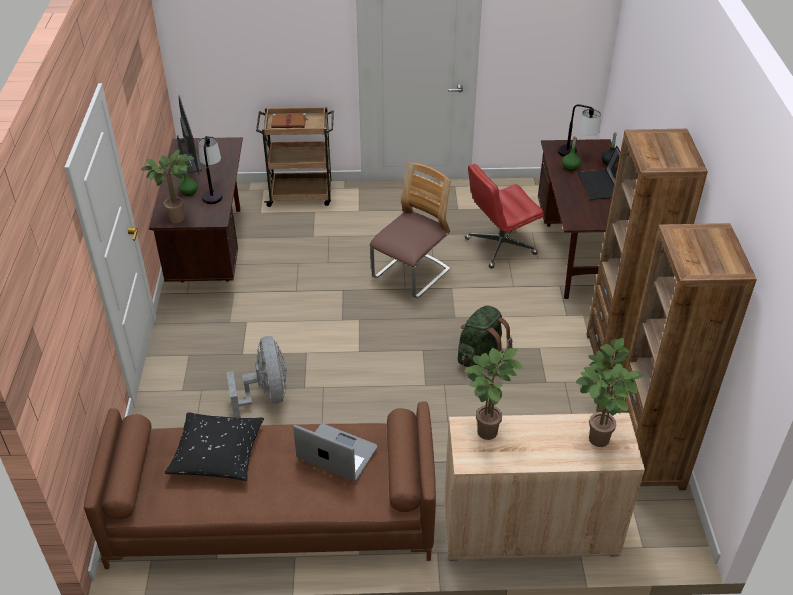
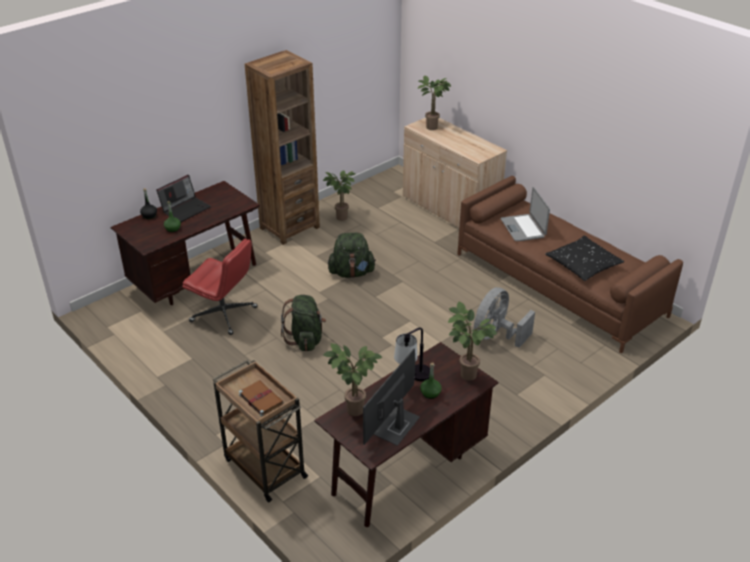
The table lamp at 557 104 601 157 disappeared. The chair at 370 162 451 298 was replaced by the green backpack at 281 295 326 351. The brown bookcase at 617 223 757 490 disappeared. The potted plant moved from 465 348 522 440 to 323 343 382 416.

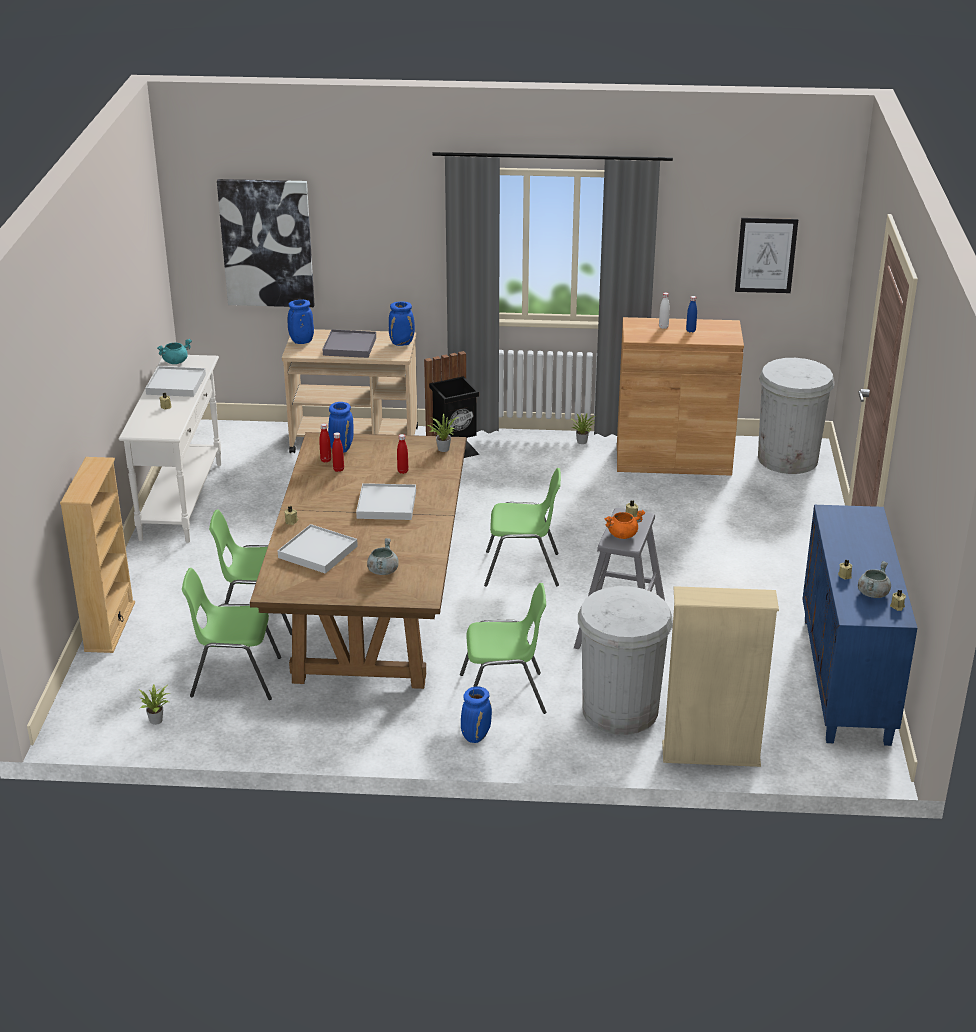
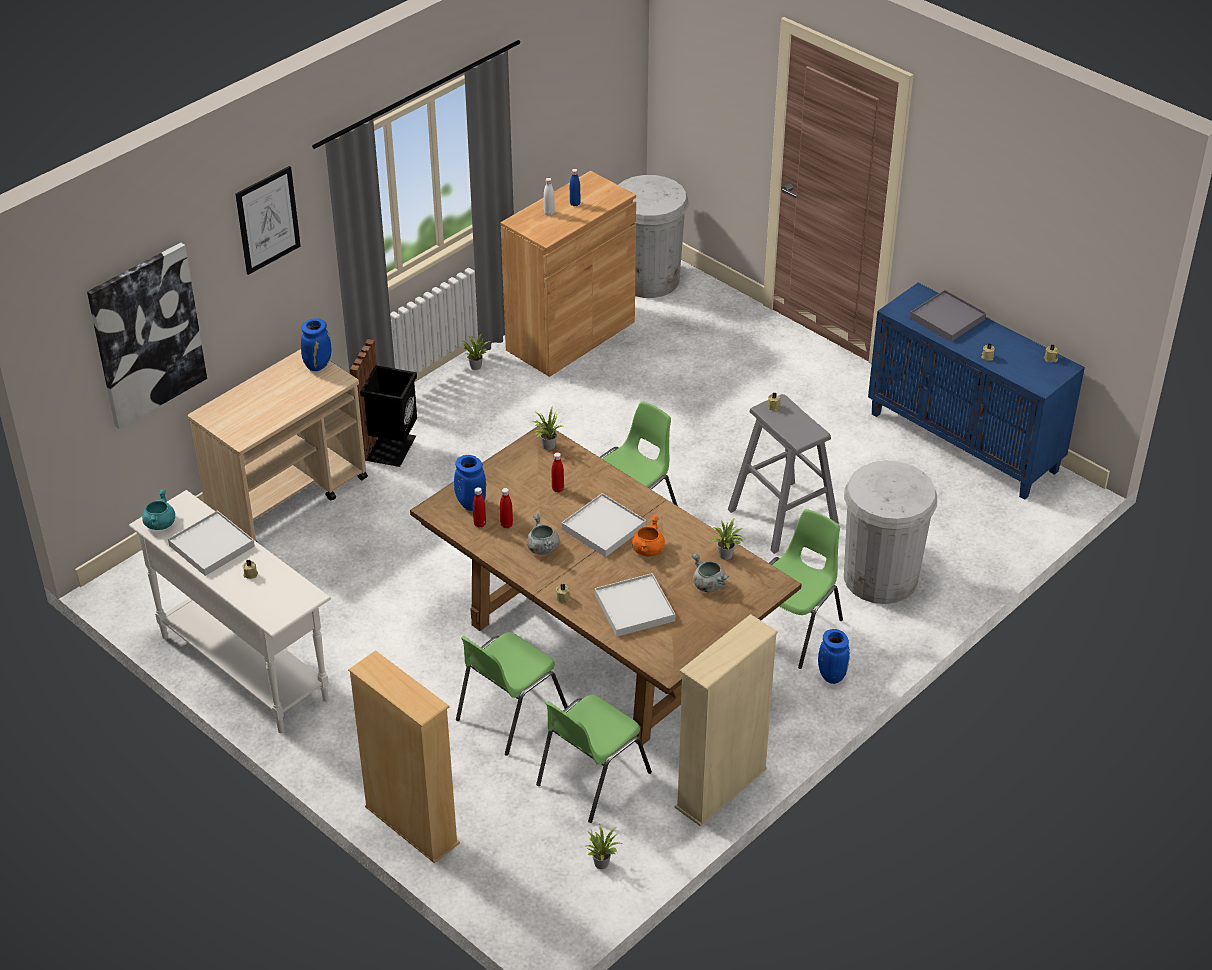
The picture moved from 735 218 798 293 to 235 166 301 275. The blue vase at 288 300 314 344 disappeared. The grey tray moved from 323 329 376 358 to 910 290 986 342. The orange cooking pot moved from 604 510 645 539 to 632 516 665 556. The grey cooking pot moved from 858 561 891 598 to 527 514 560 555. The beige bookcase moved from 662 586 779 767 to 675 614 778 826. The potted plant at 709 518 743 560 appeared.

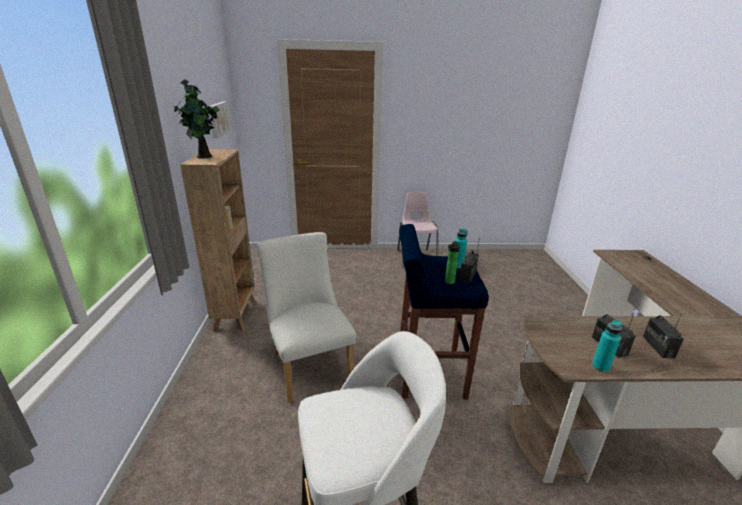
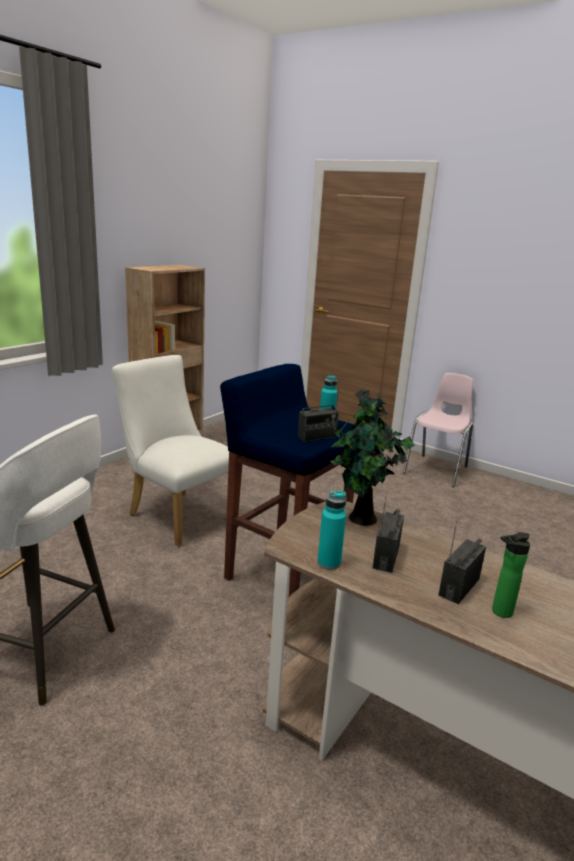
The potted plant moved from 173 79 220 159 to 330 388 415 526. The picture at 209 102 231 138 disappeared. The white chair at 257 232 356 403 turned 60 degrees counterclockwise. The bottle moved from 445 241 459 284 to 492 532 530 618.

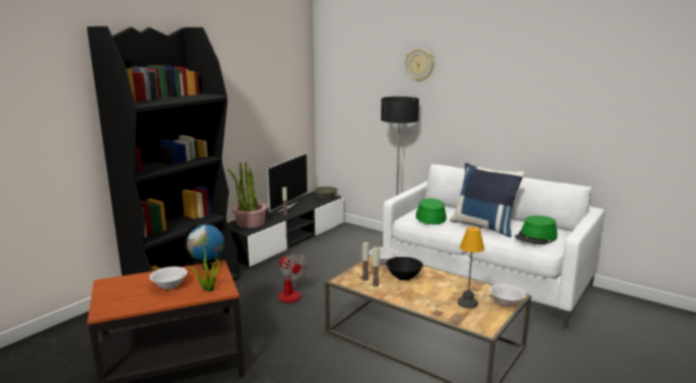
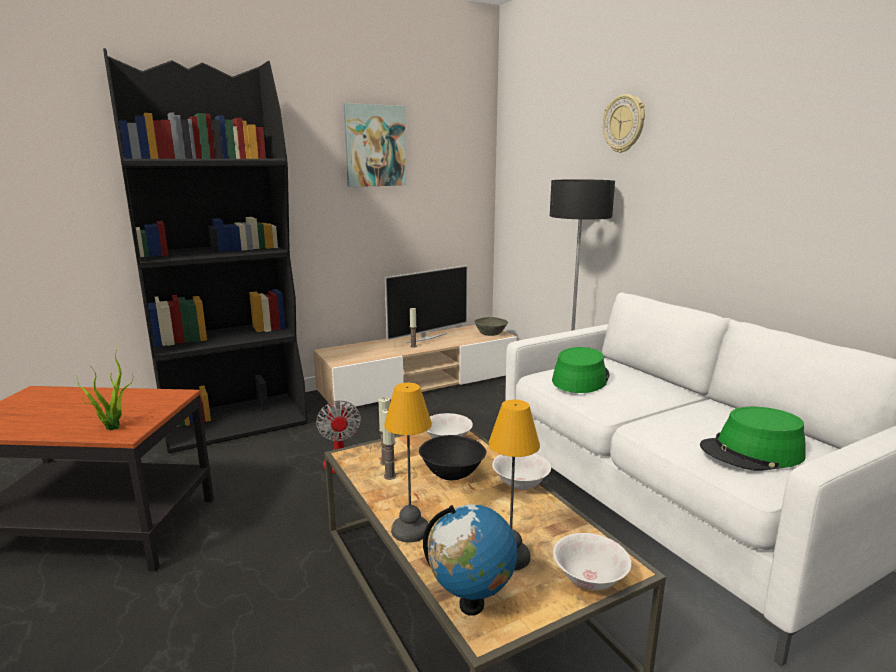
The potted plant at 228 162 267 228 disappeared. The blue pillow at 450 163 525 237 disappeared. The black tv stand at 227 191 344 268 became the beige tv stand at 314 325 517 408. The globe moved from 184 225 224 270 to 423 504 517 616. The white bowl moved from 149 267 187 289 to 492 454 551 490. The picture at 344 103 406 187 appeared. The table lamp at 384 383 432 543 appeared.

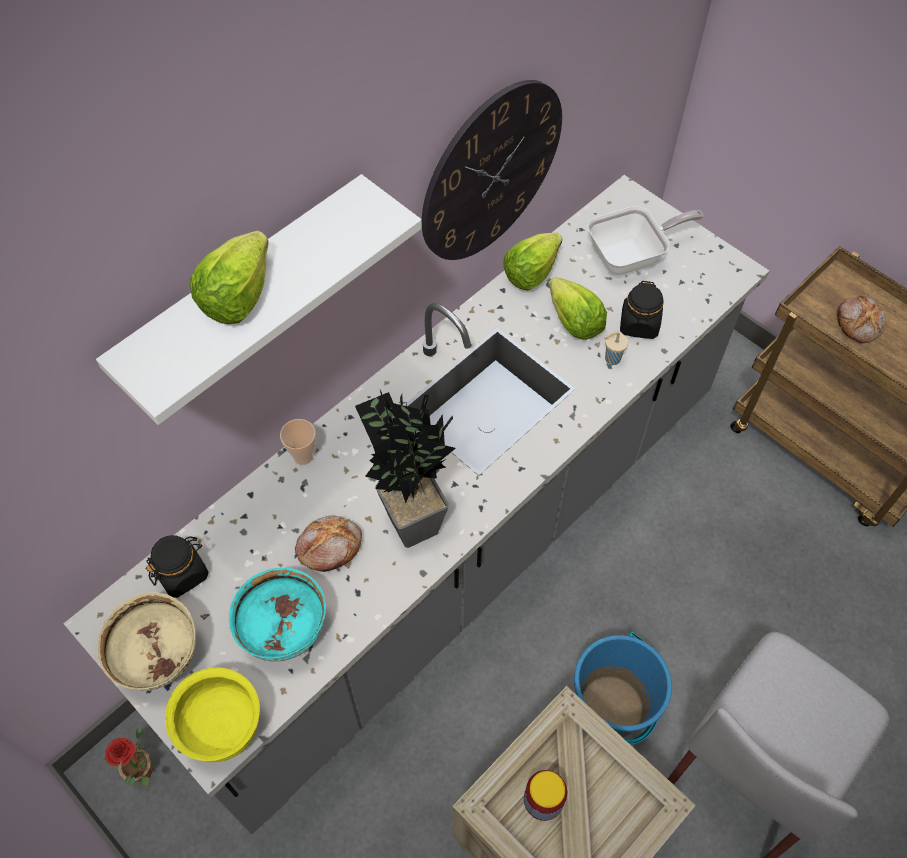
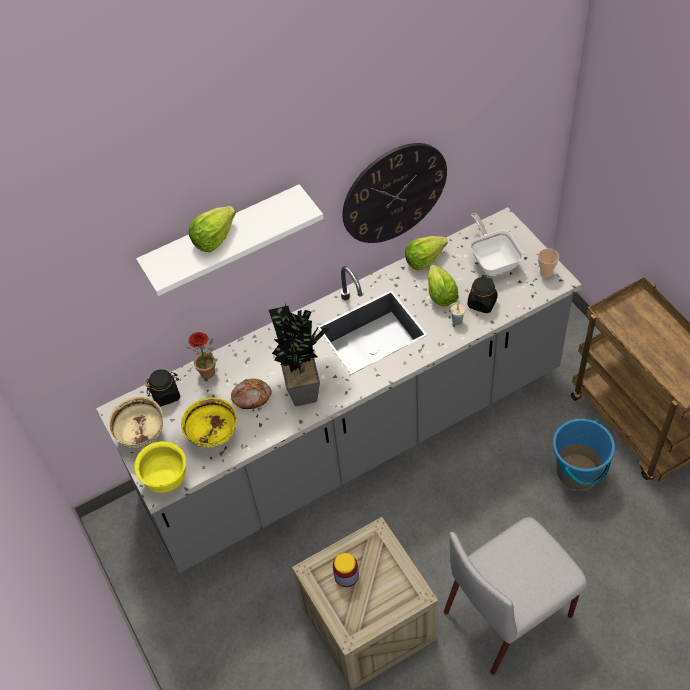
The frying pan at 587 206 704 275 turned 105 degrees counterclockwise. The bread at 837 296 886 343 disappeared. The cup moved from 280 419 316 465 to 538 249 559 278. The turquoise bowl at 229 568 326 662 became the yellow bowl at 181 398 237 448. The blue bucket moved from 574 632 672 744 to 553 419 615 490. The potted plant moved from 102 727 152 786 to 186 332 216 379.

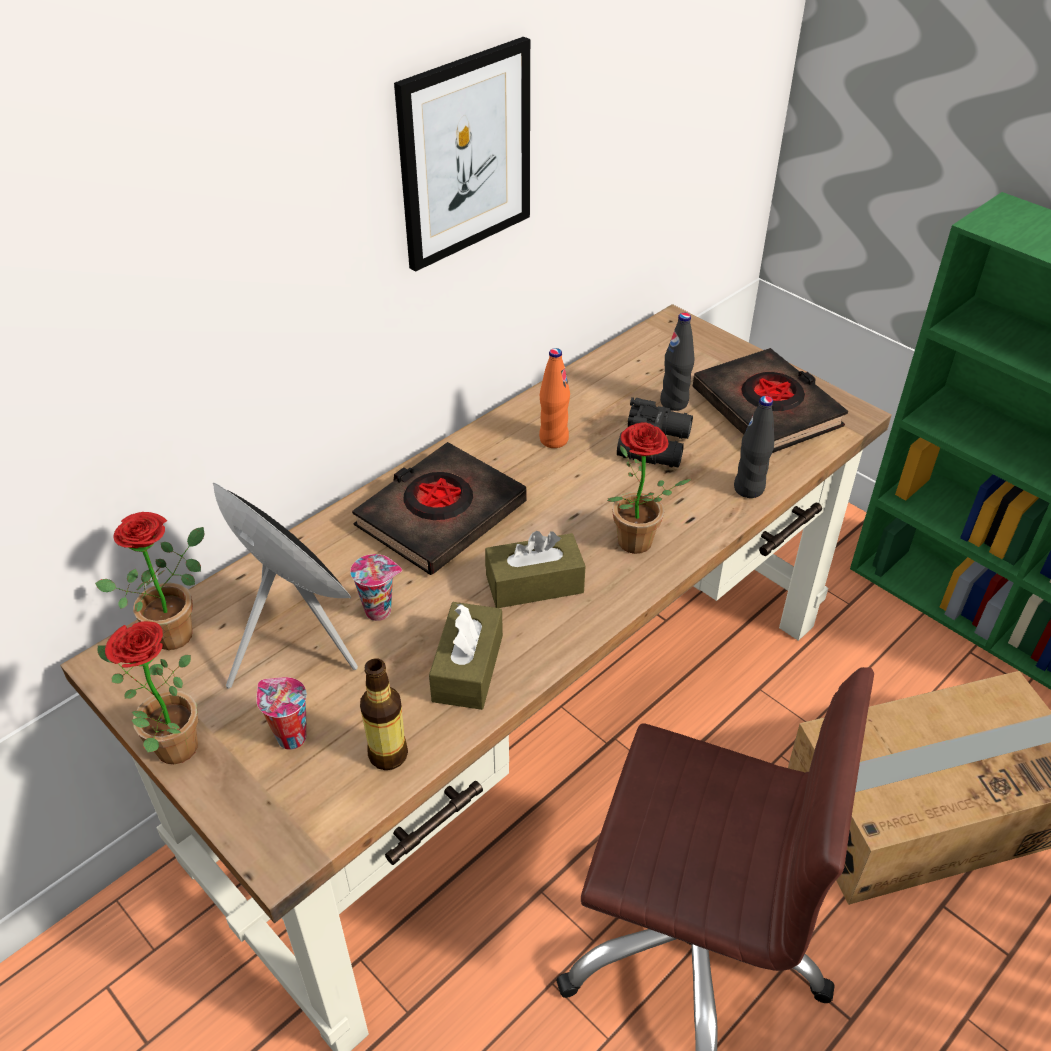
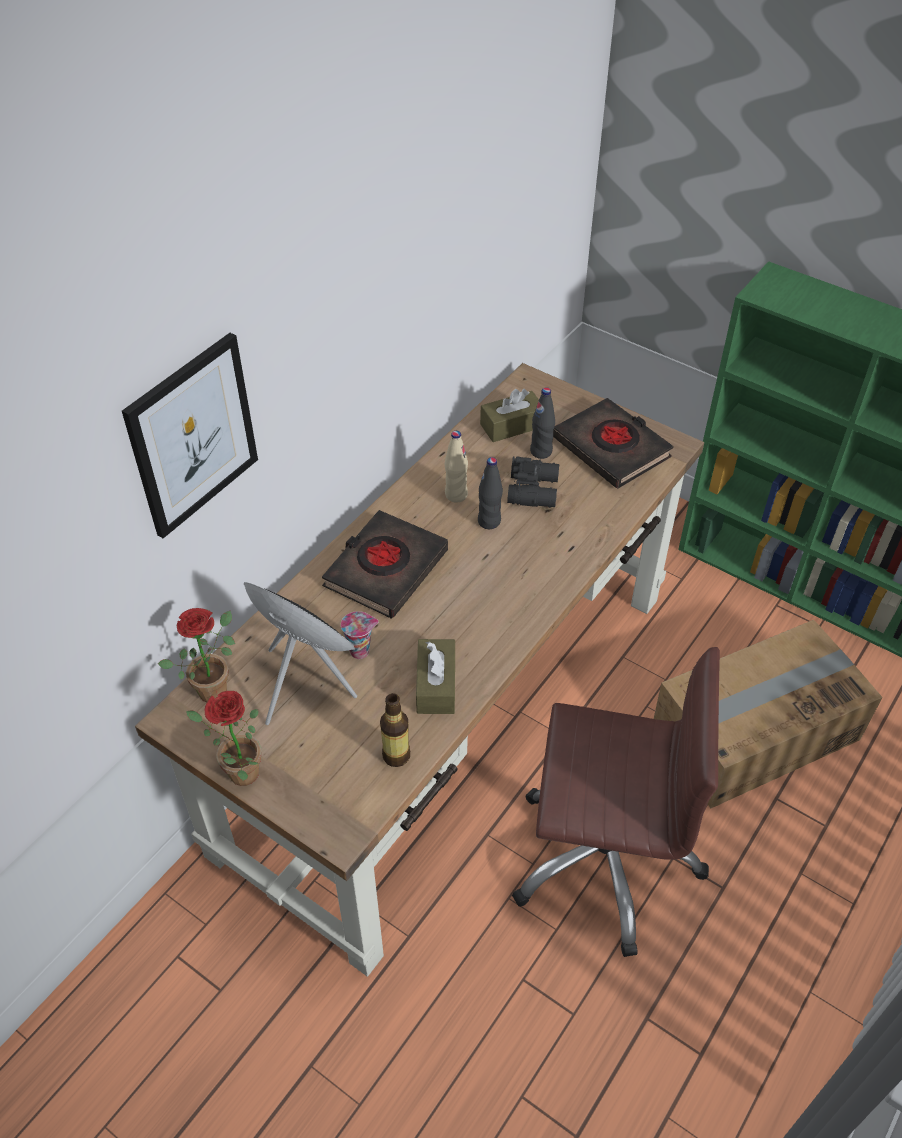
The picture moved from 394 37 530 272 to 122 333 258 538. The orange bottle at 539 348 570 448 became the beige bottle at 445 431 468 503. The black bottle moved from 734 396 774 498 to 478 457 503 529. The potted plant at 607 422 691 554 disappeared. The brown tissue box moved from 485 531 585 608 to 480 389 539 442. The cup at 257 677 307 750 disappeared.

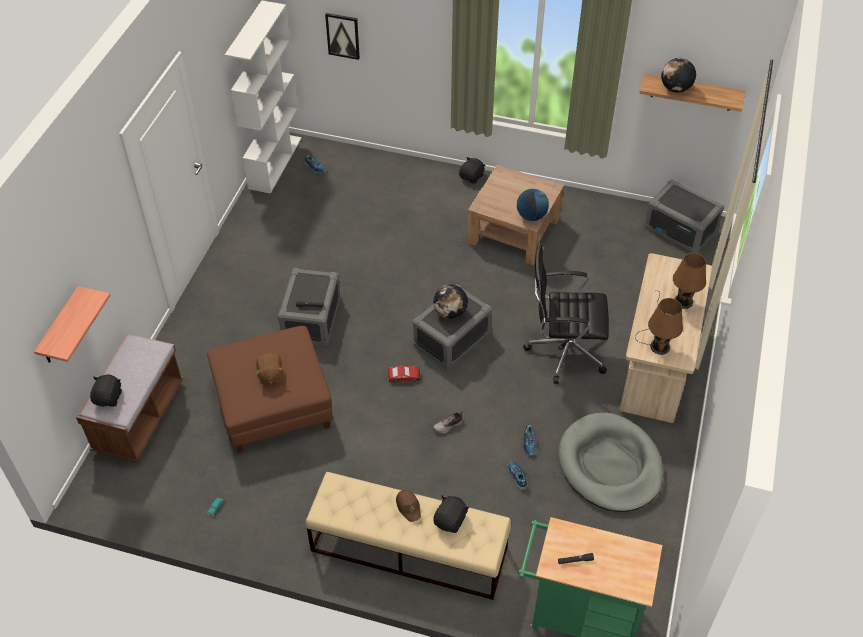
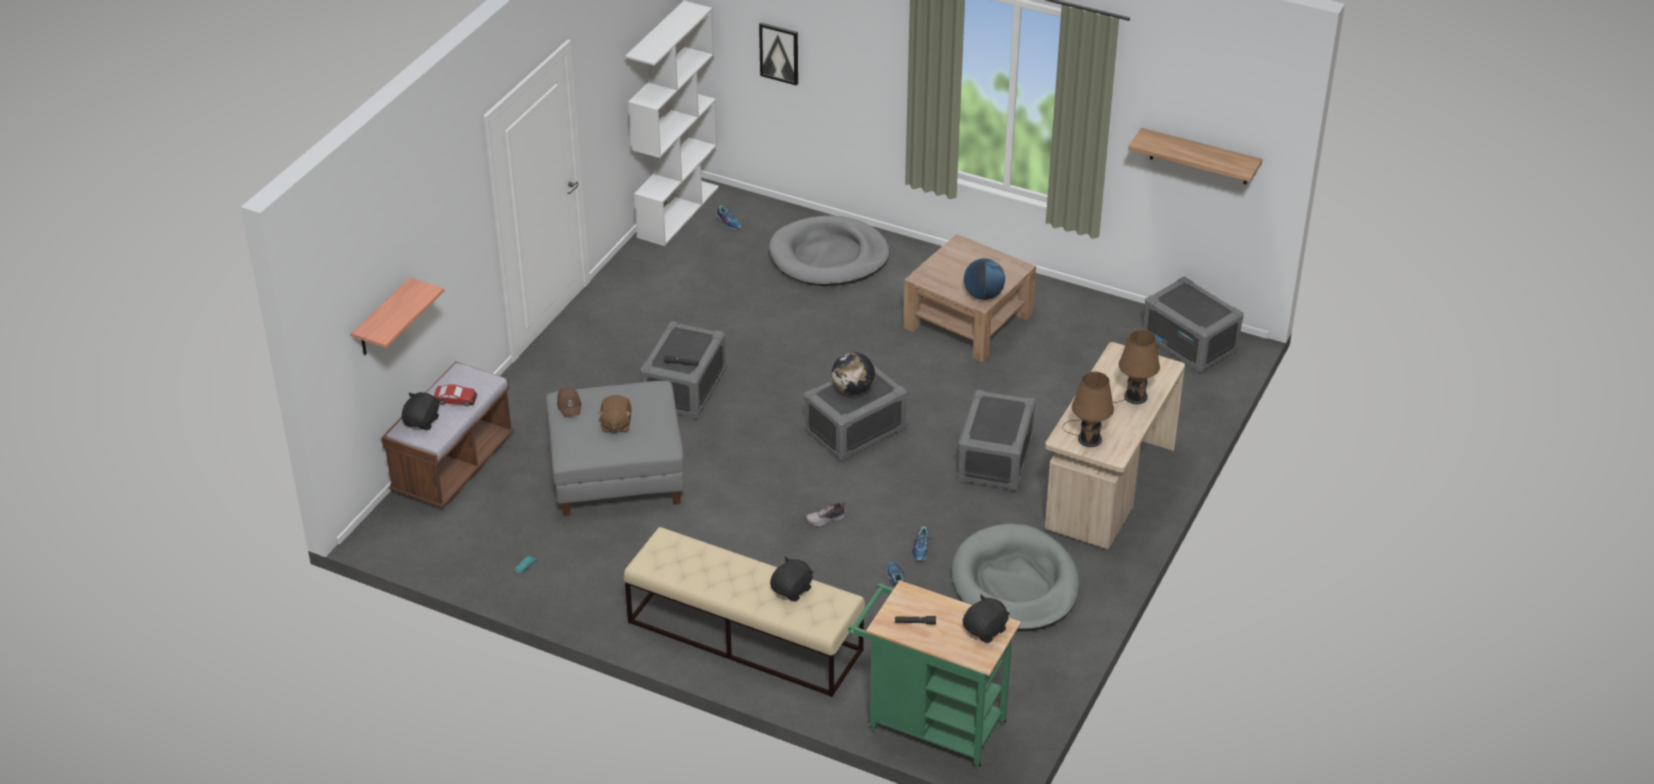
The globe at 661 58 696 93 disappeared. The black plush toy moved from 459 157 486 184 to 963 594 1010 643. The black office chair at 523 242 609 384 was replaced by the grey storage box at 956 390 1036 491. The brown ottoman at 207 326 333 453 became the grey ottoman at 546 381 684 516. The toy car moved from 388 366 420 383 to 434 384 477 406. The brown cap moved from 396 490 421 522 to 557 387 582 417. The grey dog bed at 769 215 890 286 appeared.

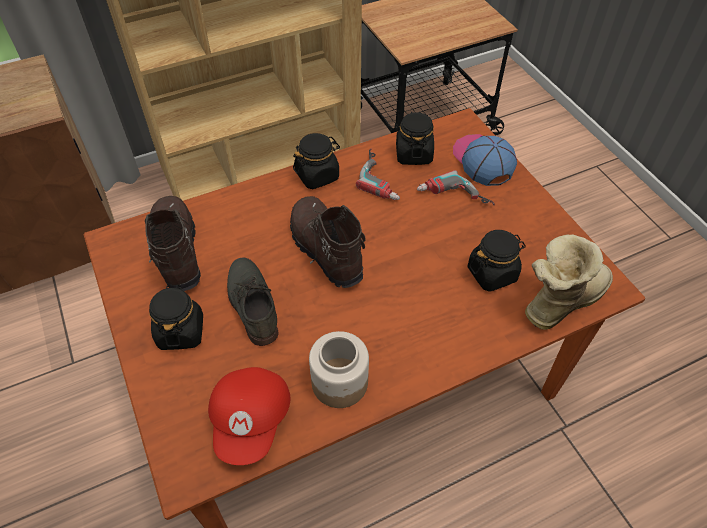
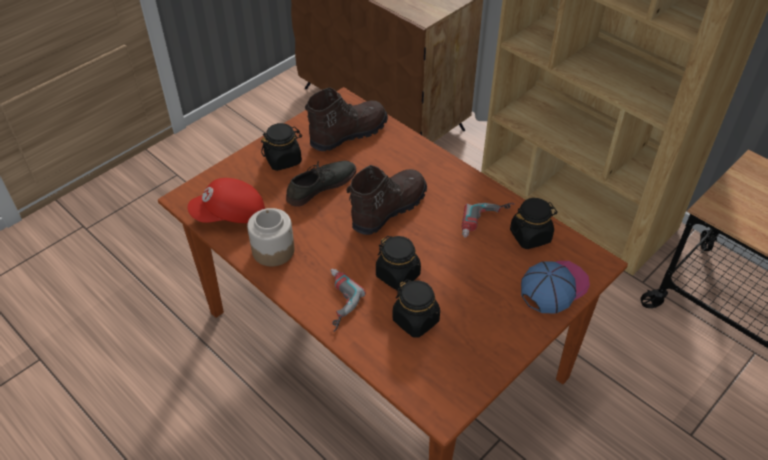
The black jar moved from 293 133 340 189 to 376 236 421 291. The power drill moved from 417 170 495 205 to 330 269 366 332. The boot at 525 235 613 330 disappeared.

